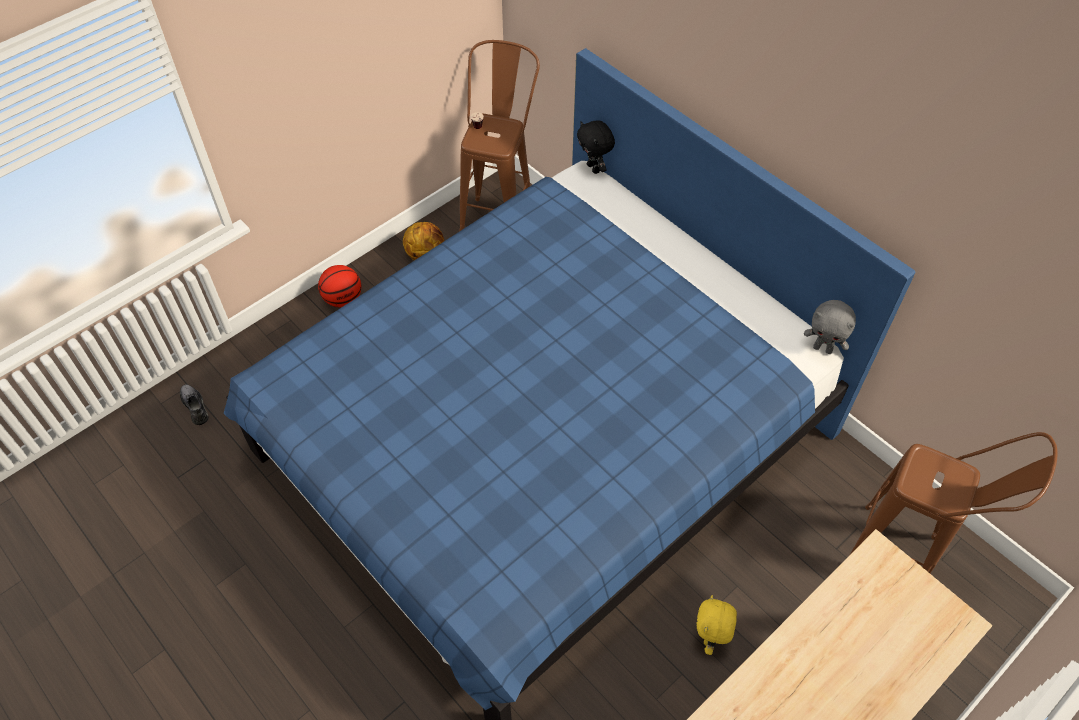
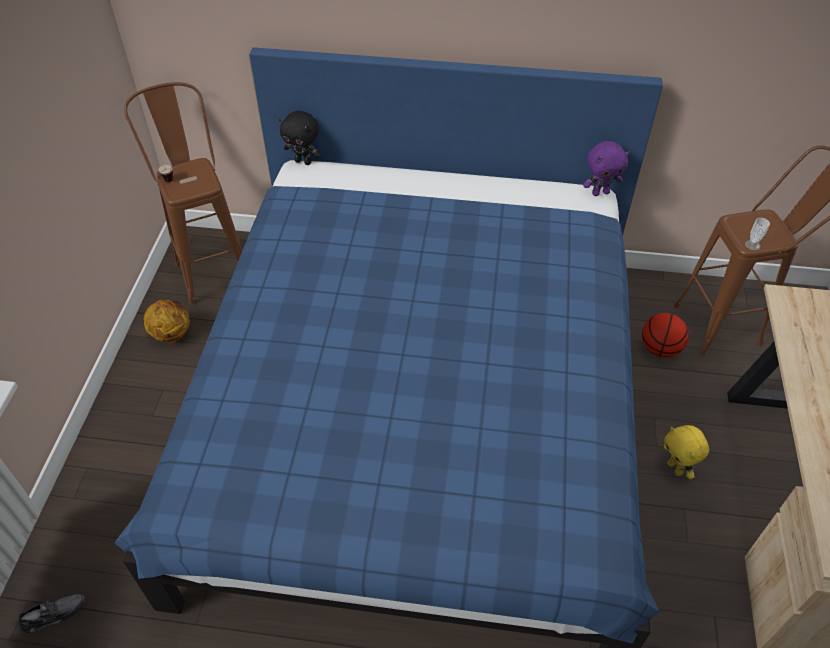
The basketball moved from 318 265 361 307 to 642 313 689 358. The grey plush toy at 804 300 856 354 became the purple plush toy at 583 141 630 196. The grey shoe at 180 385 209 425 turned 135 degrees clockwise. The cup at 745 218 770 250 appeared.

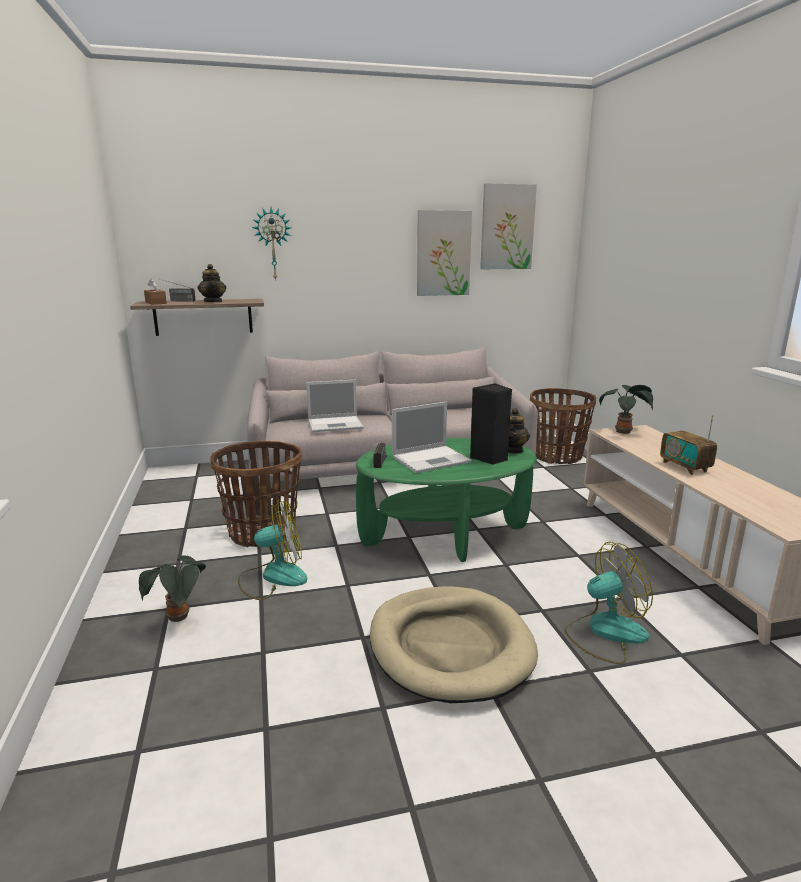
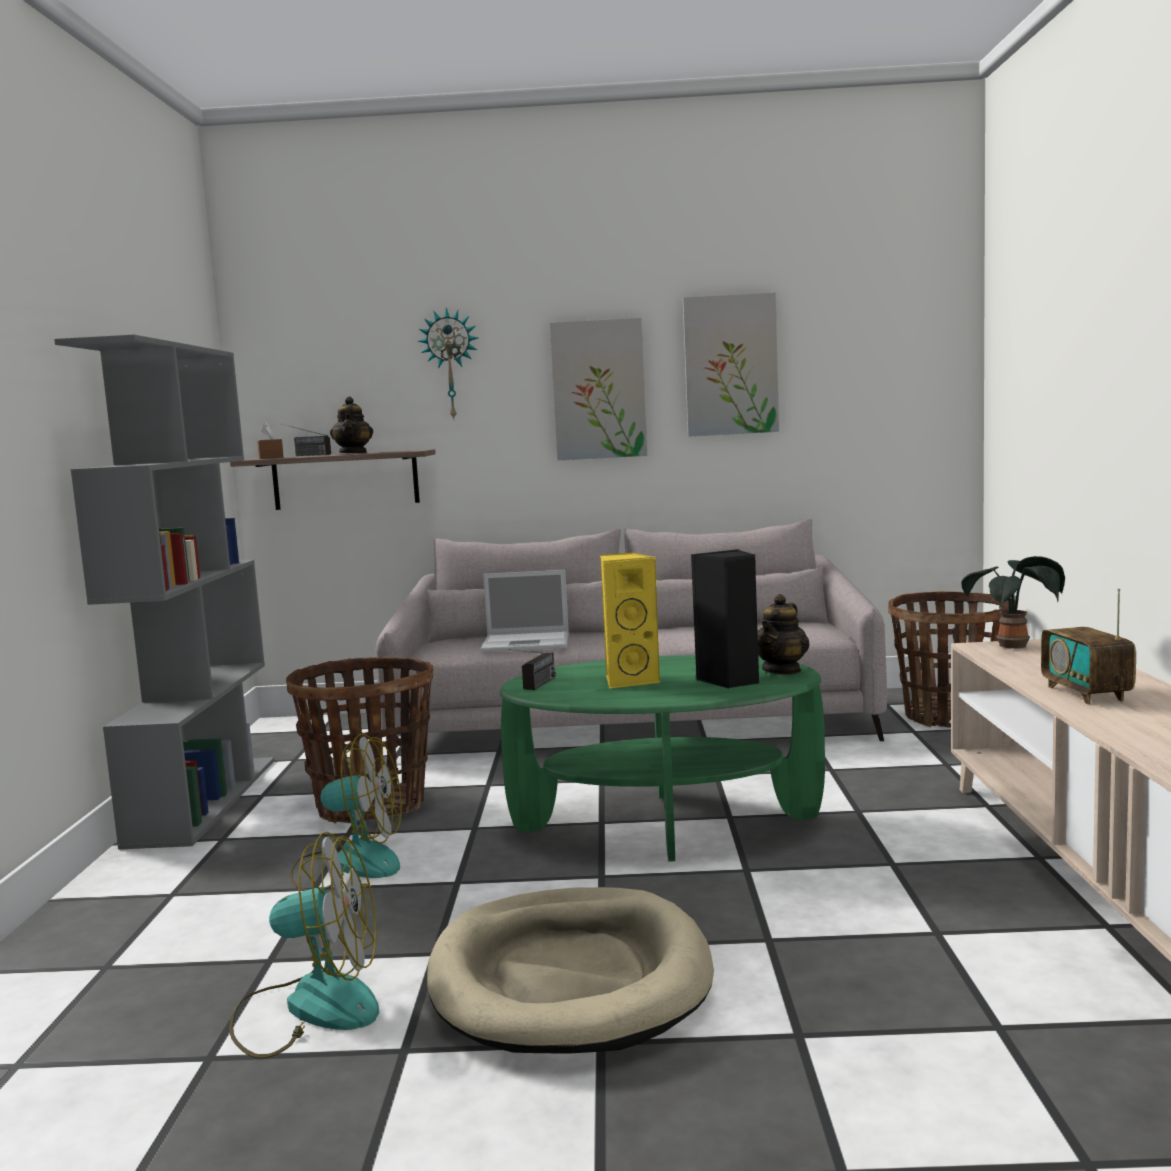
The picture moved from 480 183 537 269 to 550 318 647 460. The laptop at 392 402 472 473 was replaced by the yellow speaker at 600 552 661 688. The fan moved from 565 542 653 664 to 229 832 379 1059. The potted plant at 139 555 206 622 disappeared. The grey bookcase at 54 335 274 850 appeared.

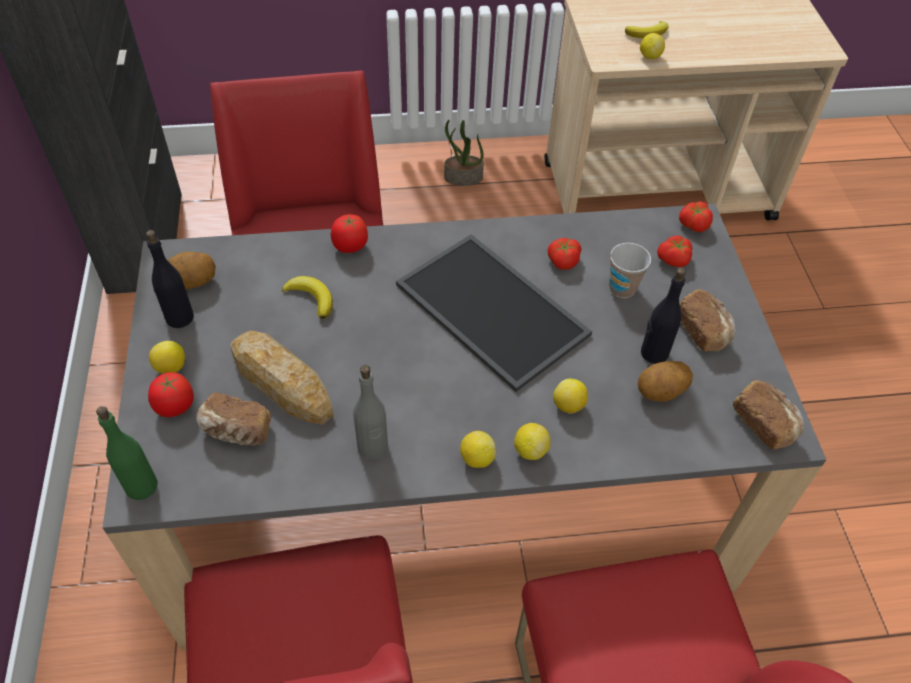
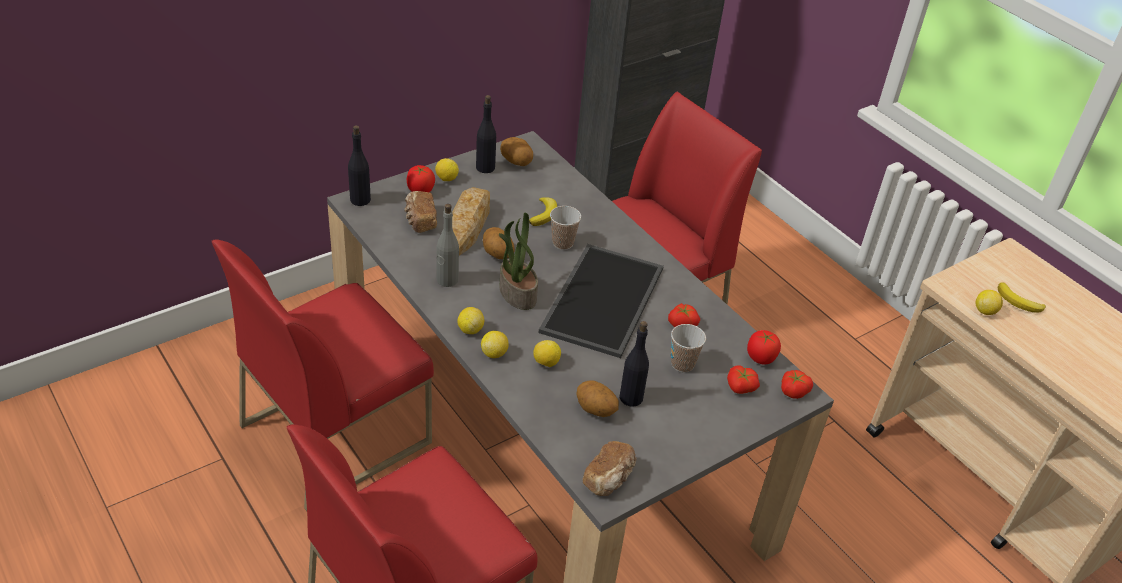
The potted plant moved from 444 120 484 186 to 499 213 538 310. The tomato moved from 331 214 368 253 to 747 330 781 364. The bread at 679 289 736 352 disappeared. The green bottle at 96 406 158 500 became the black bottle at 348 125 371 206. The cup at 550 206 581 250 appeared. The potato at 483 227 515 259 appeared.

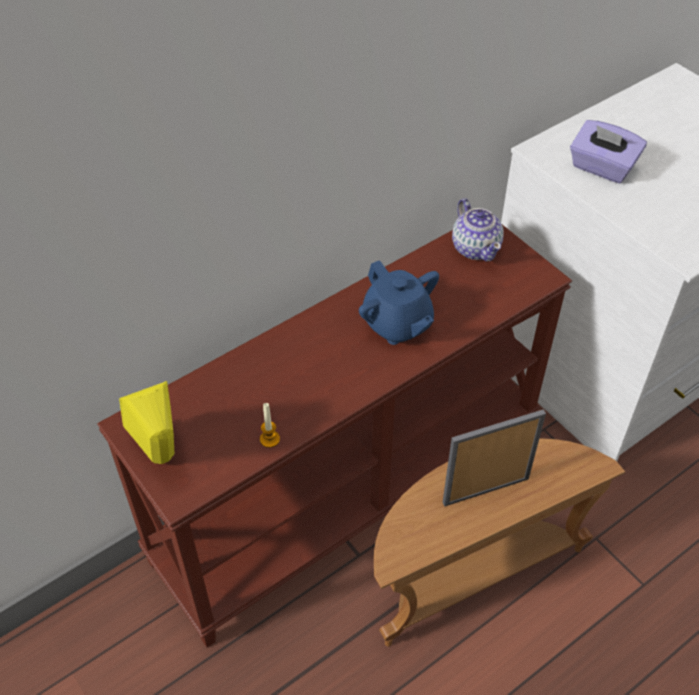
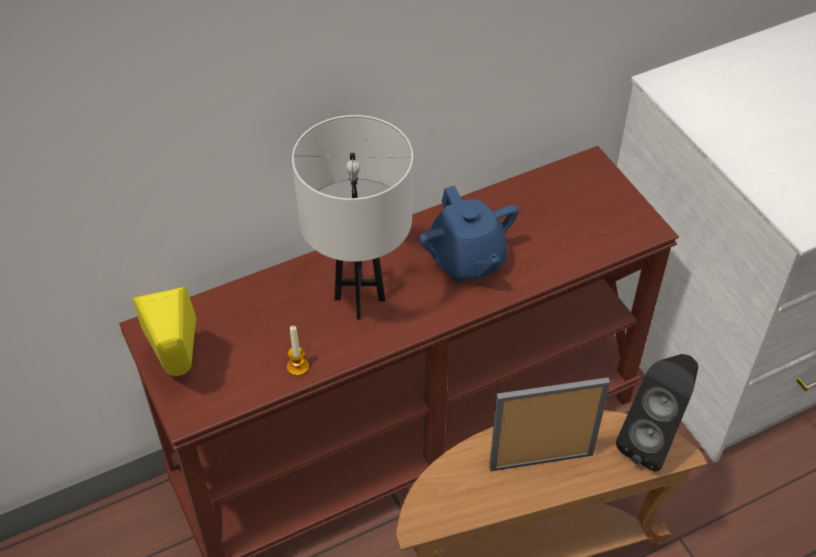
The purple tissue box at 570 120 647 183 disappeared. The teapot at 452 198 504 262 disappeared. The white table lamp at 292 115 413 320 appeared. The black speaker at 616 354 698 471 appeared.

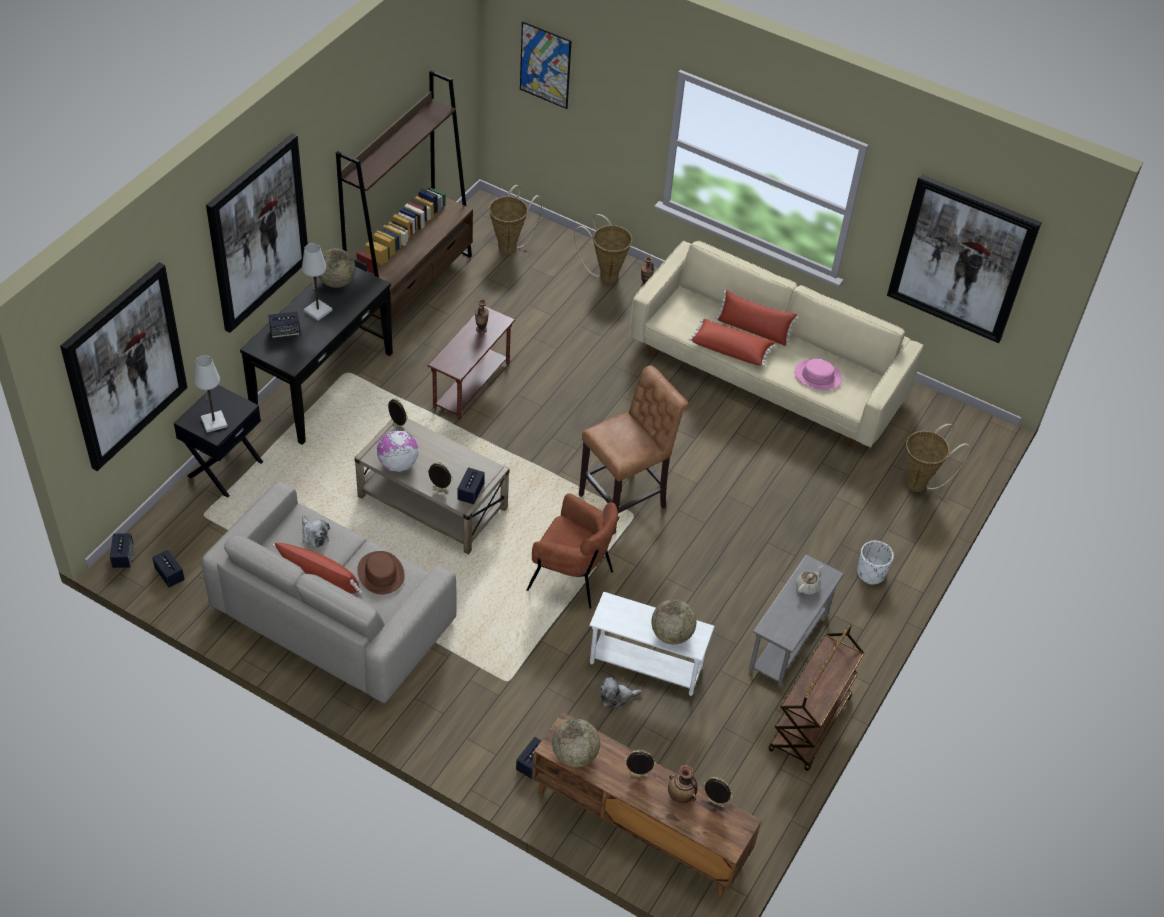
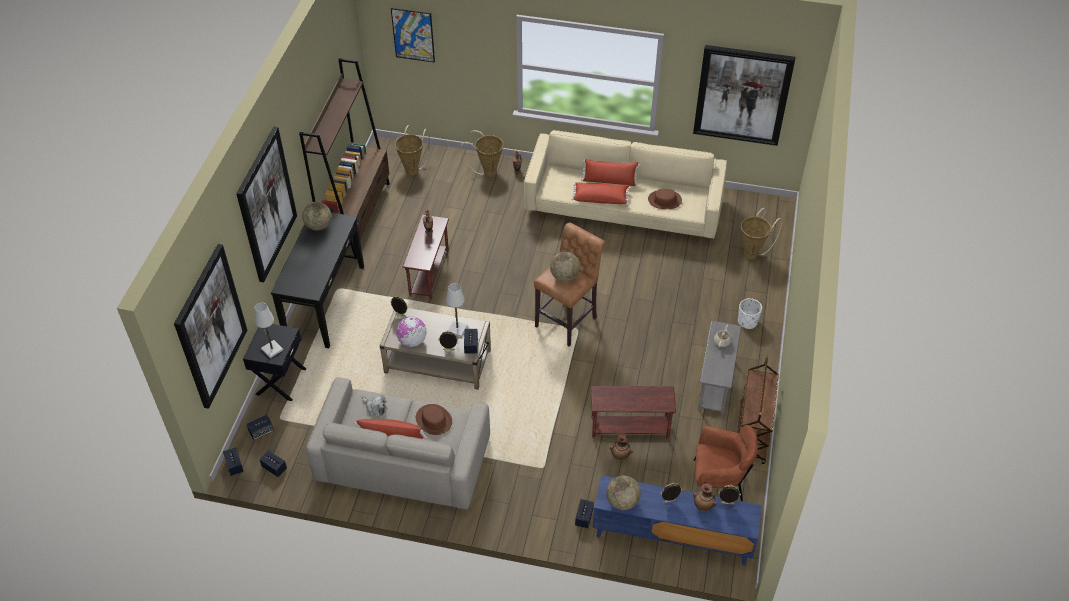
The white table lamp moved from 302 243 332 321 to 446 283 467 337. The speaker moved from 268 311 300 338 to 246 415 274 440. The pink hat at 794 359 842 390 became the brown hat at 648 188 682 209. The brown armchair moved from 526 493 620 609 to 693 425 758 501. The white side table at 589 592 714 696 became the brown side table at 591 386 676 439. The globe moved from 651 599 696 645 to 550 252 580 282. The plush toy at 600 677 642 709 was replaced by the vase at 610 434 632 460. The brown tv stand at 532 712 762 897 became the blue tv stand at 593 475 762 566.

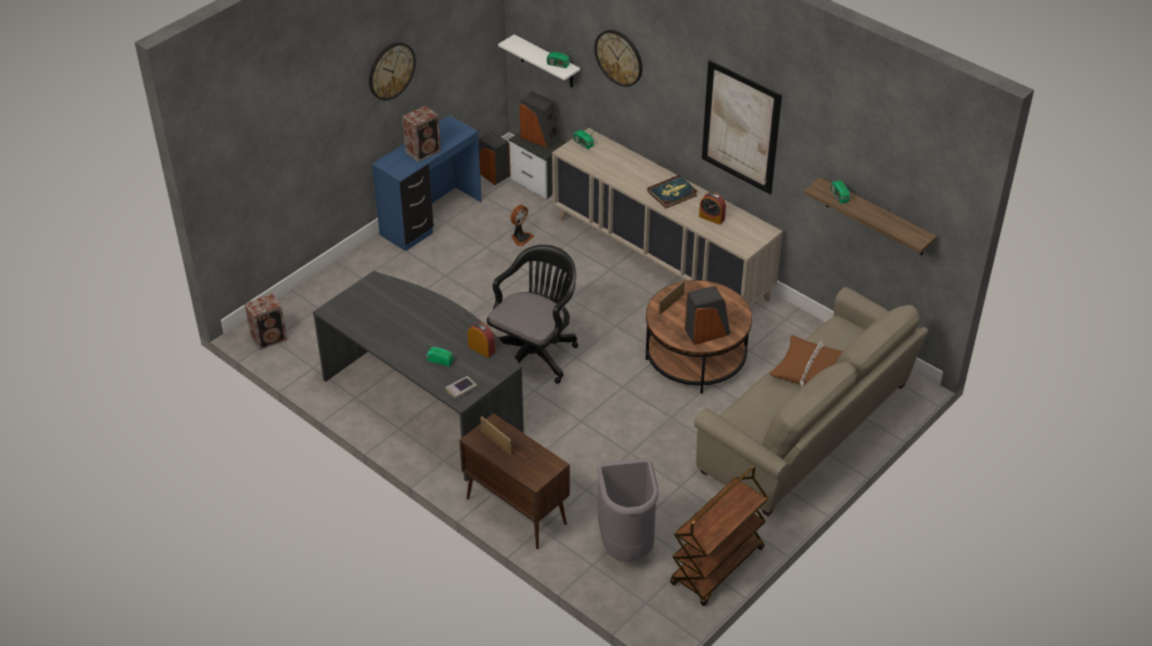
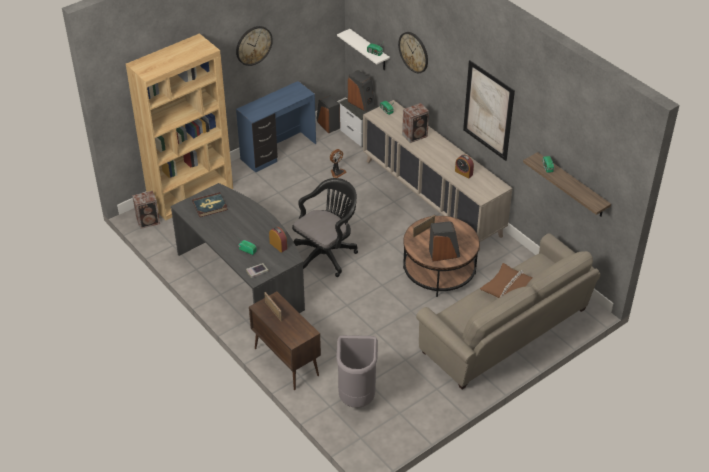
The speaker moved from 402 105 441 162 to 402 103 429 143. The book moved from 647 175 698 209 to 192 192 228 217. The brown cart at 670 466 769 606 disappeared. The brown bookcase at 126 33 233 220 appeared.

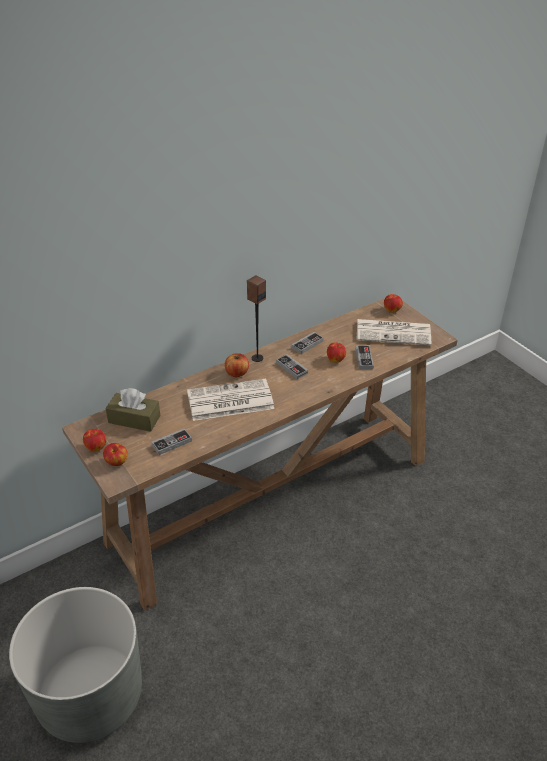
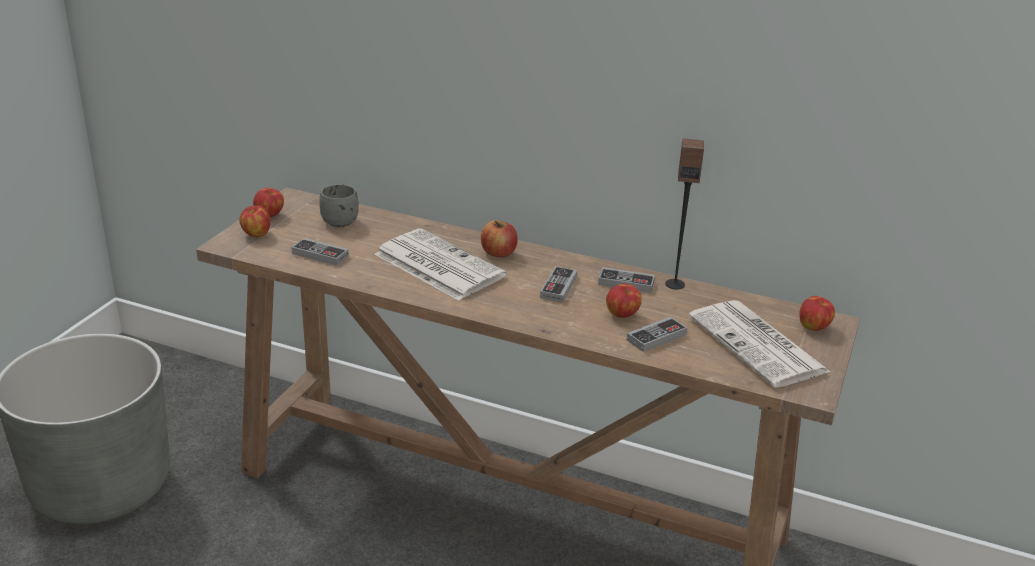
The speaker moved from 247 275 266 362 to 665 138 704 290. The brown tissue box at 106 388 160 432 was replaced by the grey mug at 319 184 359 228.

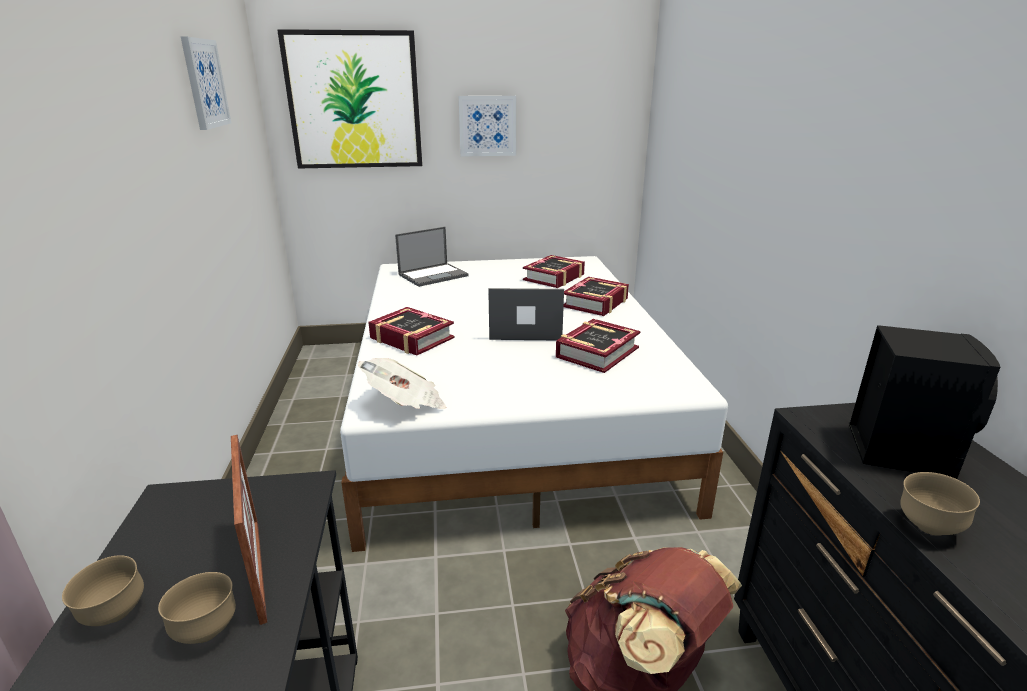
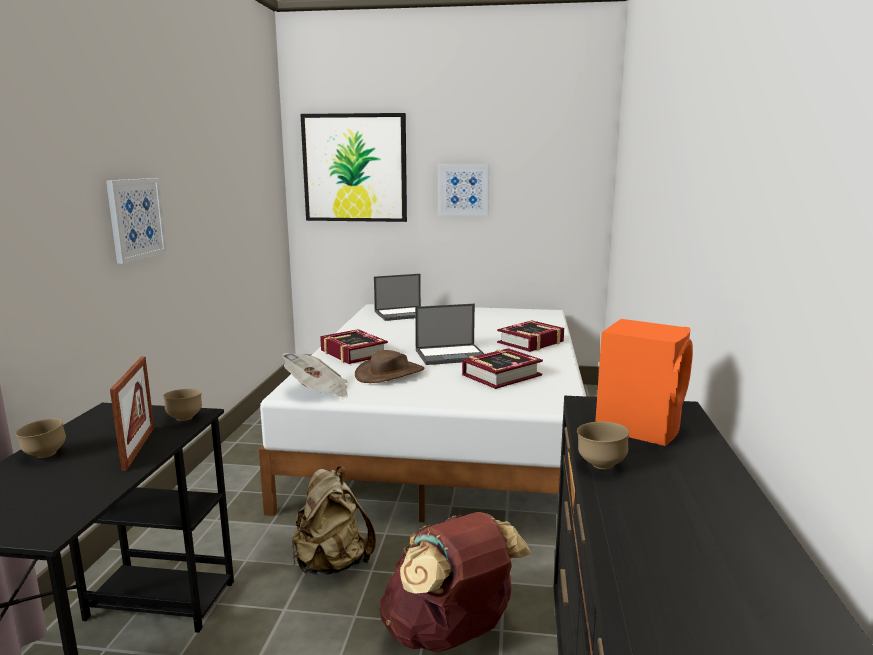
The picture moved from 181 37 231 130 to 106 178 167 264. The book at 523 255 585 288 disappeared. The laptop at 488 288 564 340 turned 150 degrees clockwise. The black speaker at 849 325 1000 479 became the orange speaker at 595 319 693 446. The brown bowl moved from 158 572 236 644 to 163 389 202 421. The brown hat at 355 350 425 383 appeared. The beige backpack at 292 466 376 575 appeared.

